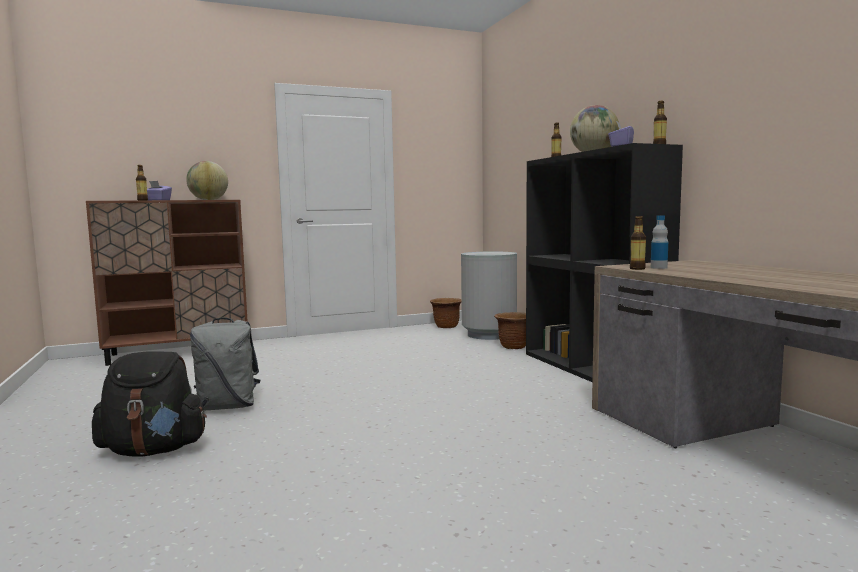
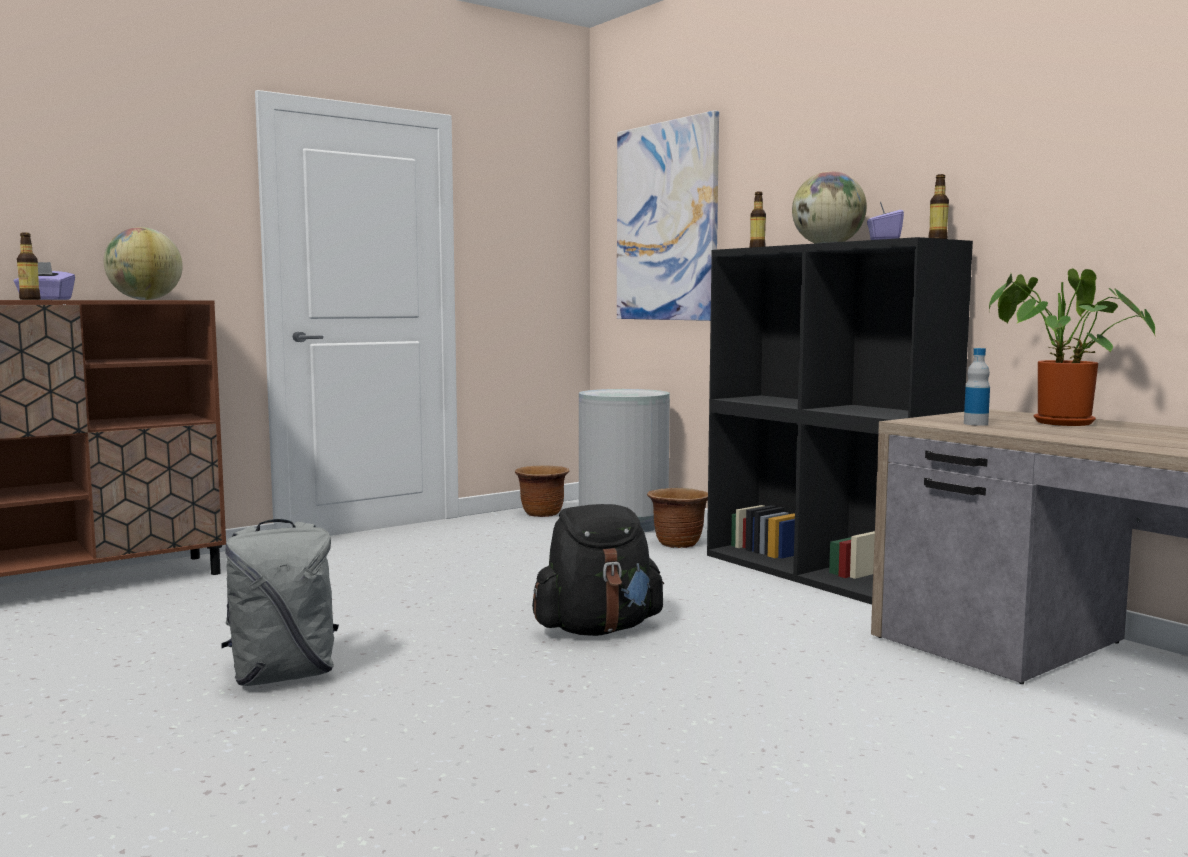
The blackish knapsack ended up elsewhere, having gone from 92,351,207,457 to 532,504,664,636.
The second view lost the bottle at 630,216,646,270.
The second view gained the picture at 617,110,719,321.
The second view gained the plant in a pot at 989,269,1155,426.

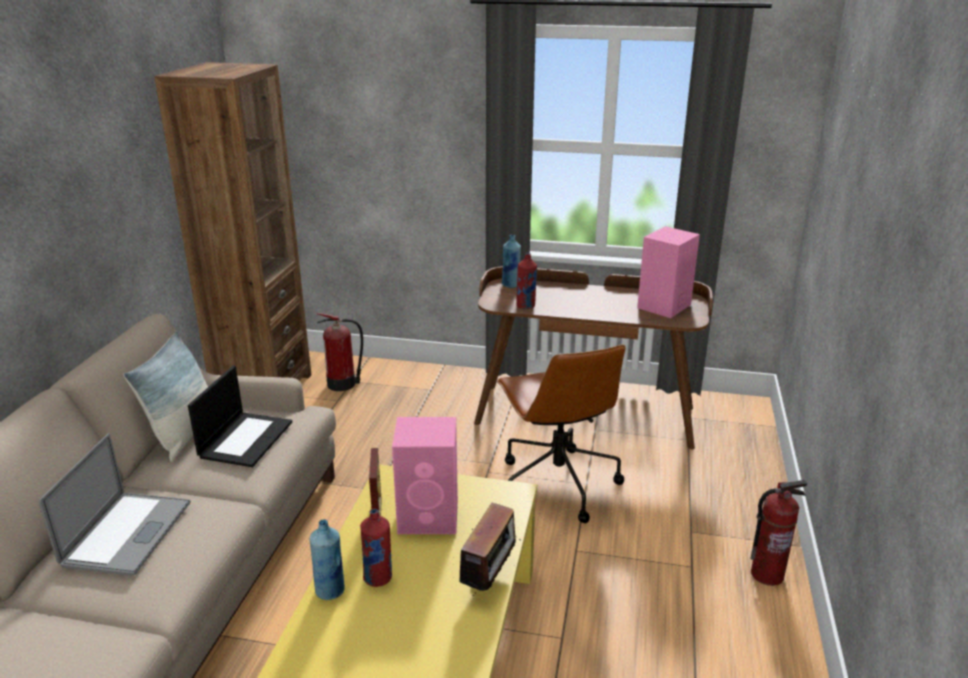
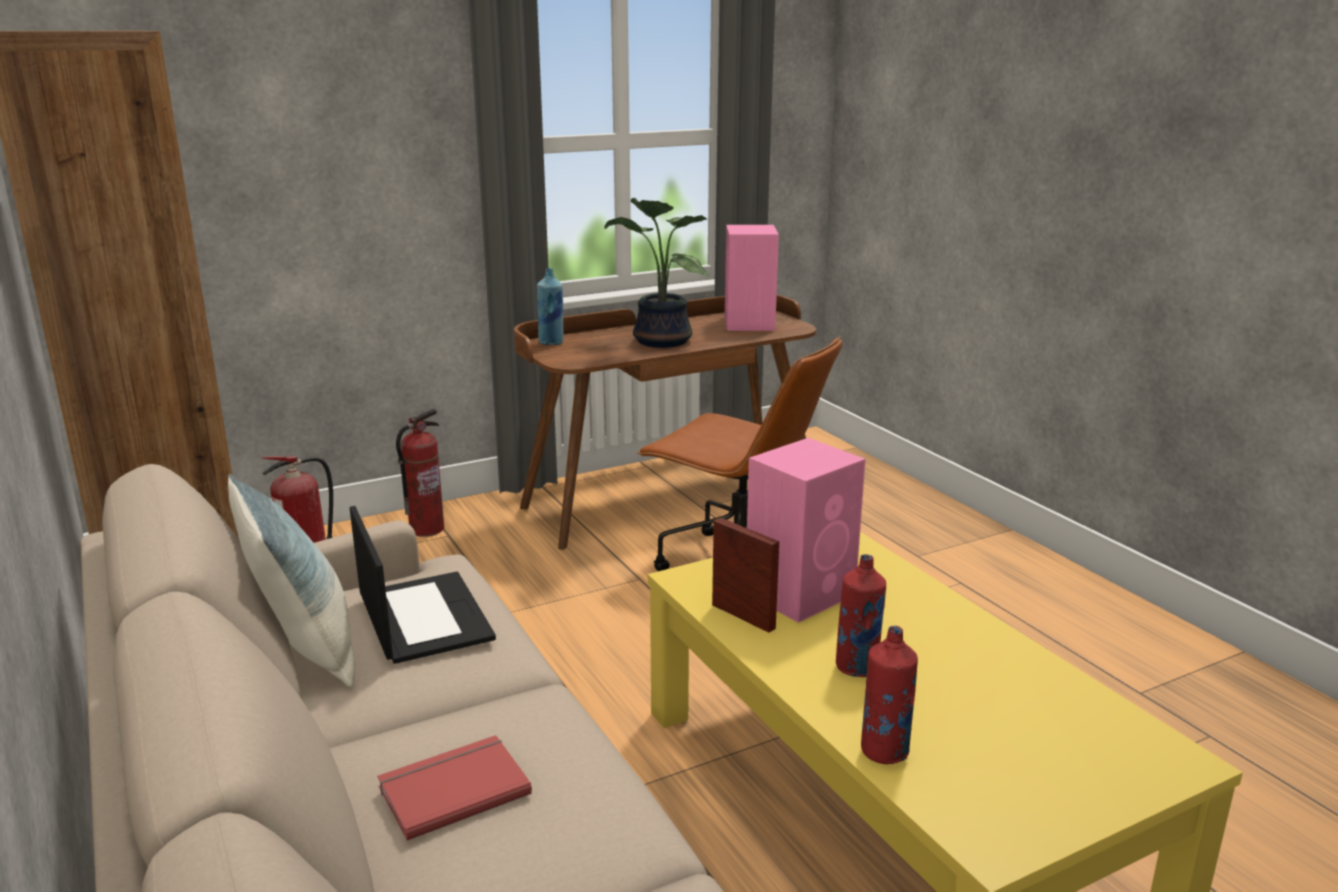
Where the laptop stood at 39,434,191,576, the reddish book came to stand at 377,735,532,841.
The second view lost the bluish bottle at 310,519,345,600.
The second view lost the radio at 459,503,520,599.
The reddish bottle ended up elsewhere, having gone from 516,253,537,309 to 861,626,918,764.
The extinguisher ended up elsewhere, having gone from 751,480,807,586 to 396,409,444,537.
The second view gained the plant in a pot at 605,197,709,348.

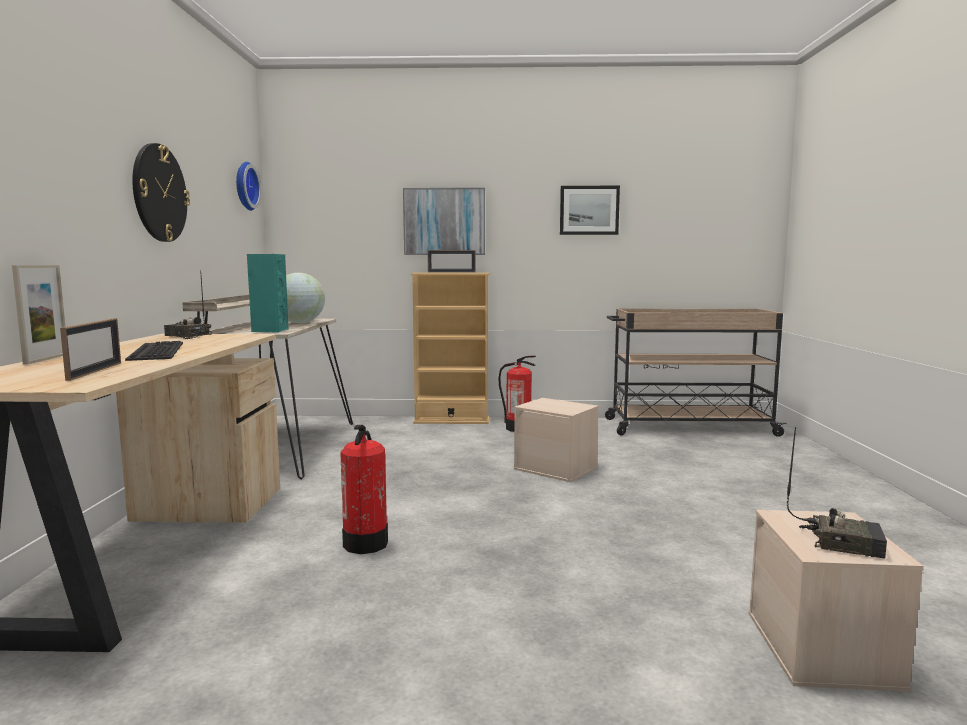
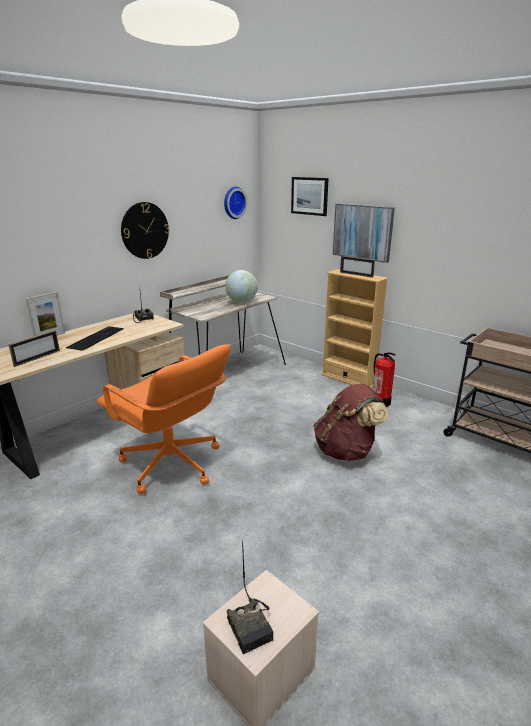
The second view lost the turquoise speaker at 247,254,288,333.
Where the extinguisher stood at 340,425,388,554, the orange-coloured computer chair came to stand at 97,344,230,494.
Where the sand-coloured storage box stood at 513,398,599,482, the brown knapsack came to stand at 314,383,389,461.
The picture ended up elsewhere, having gone from 560,186,620,235 to 291,177,329,216.

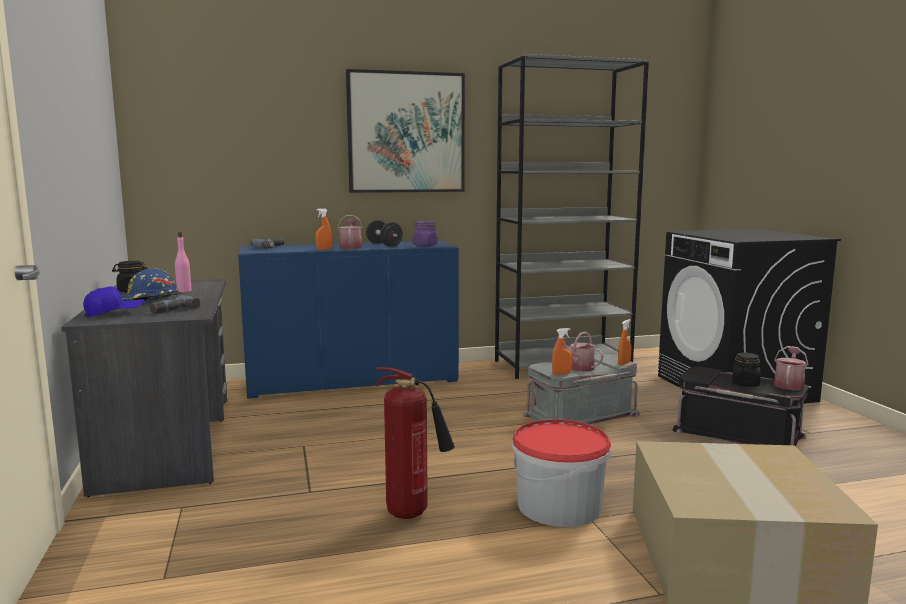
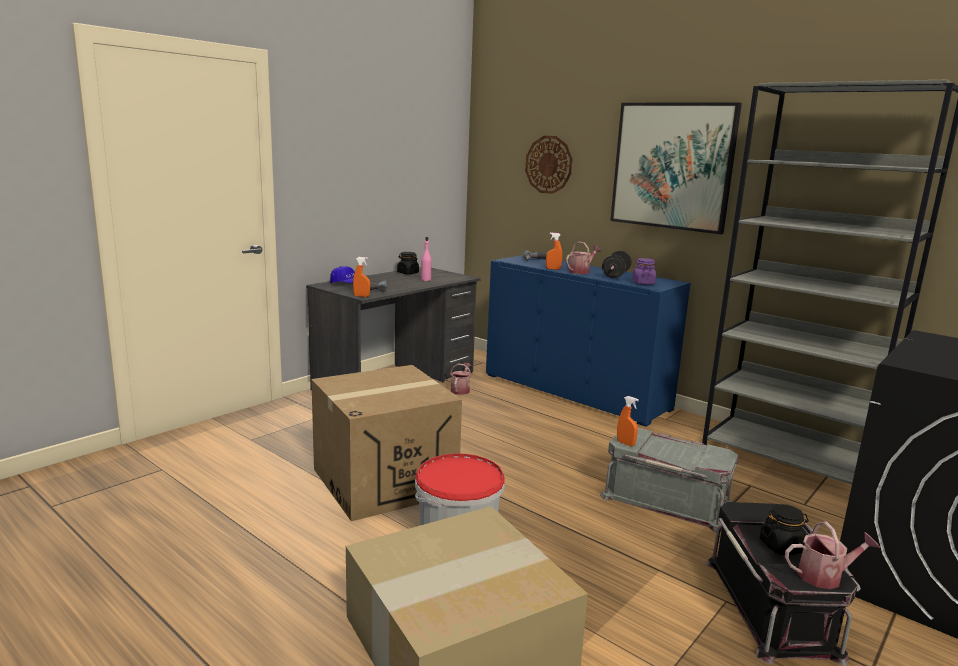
The second view lost the bluish work helmet at 122,268,178,305.
Where the extinguisher stood at 375,367,455,519, the packing box came to stand at 311,365,462,521.
The watering pot ended up elsewhere, having gone from 555,332,603,372 to 450,363,472,395.
The orange-coloured sprayer ended up elsewhere, having gone from 618,319,631,365 to 353,257,370,297.
The second view gained the hanging clock at 525,136,573,194.

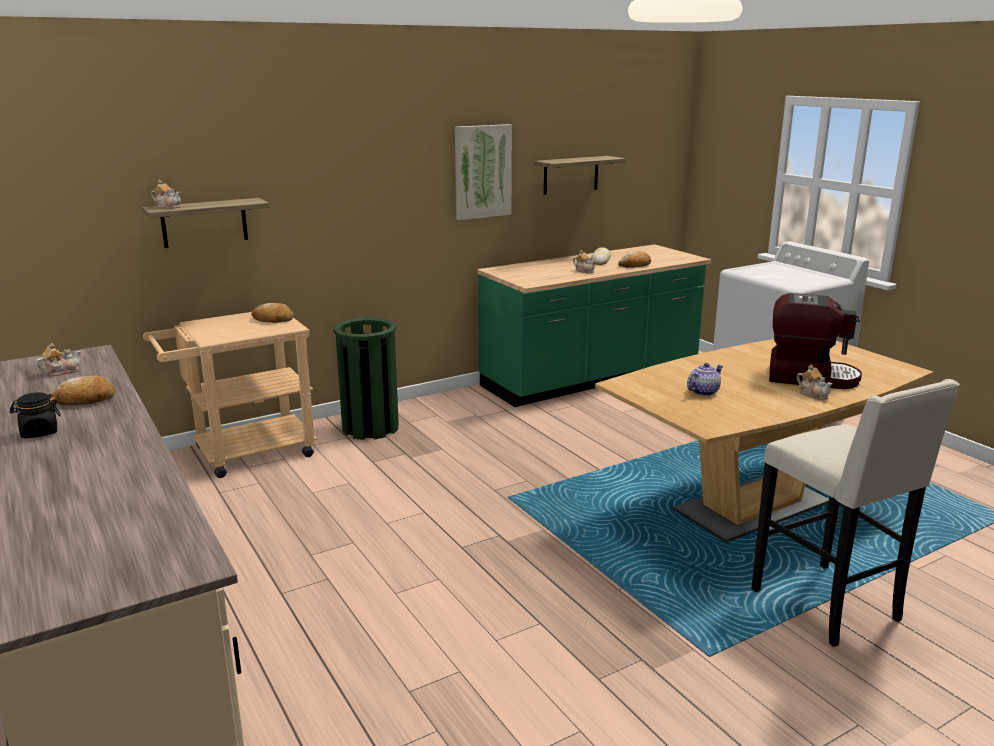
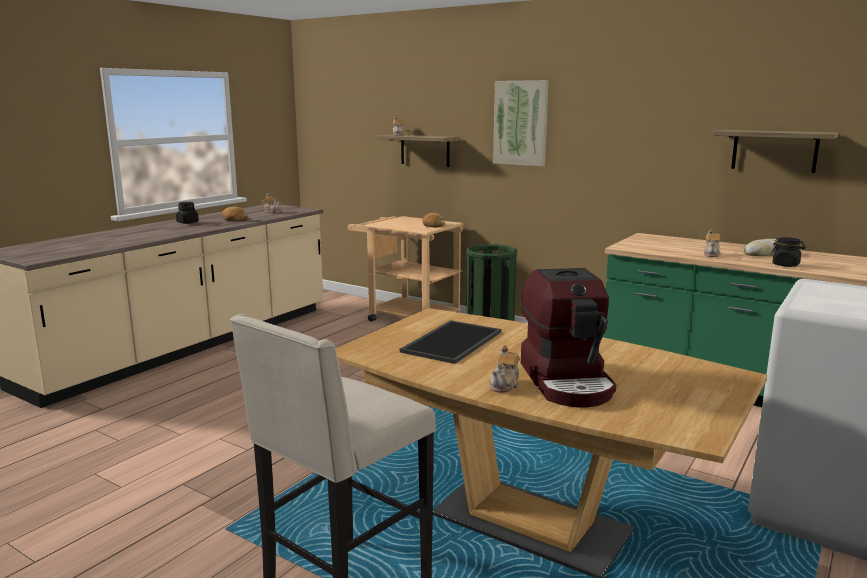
The picture ended up elsewhere, having gone from 455,124,512,220 to 493,80,549,166.
Where the bread stood at 618,251,651,268, the blackish preserve jar came to stand at 771,237,806,267.
Where the pot for tea stood at 687,363,723,396, the tray came to stand at 400,320,501,364.

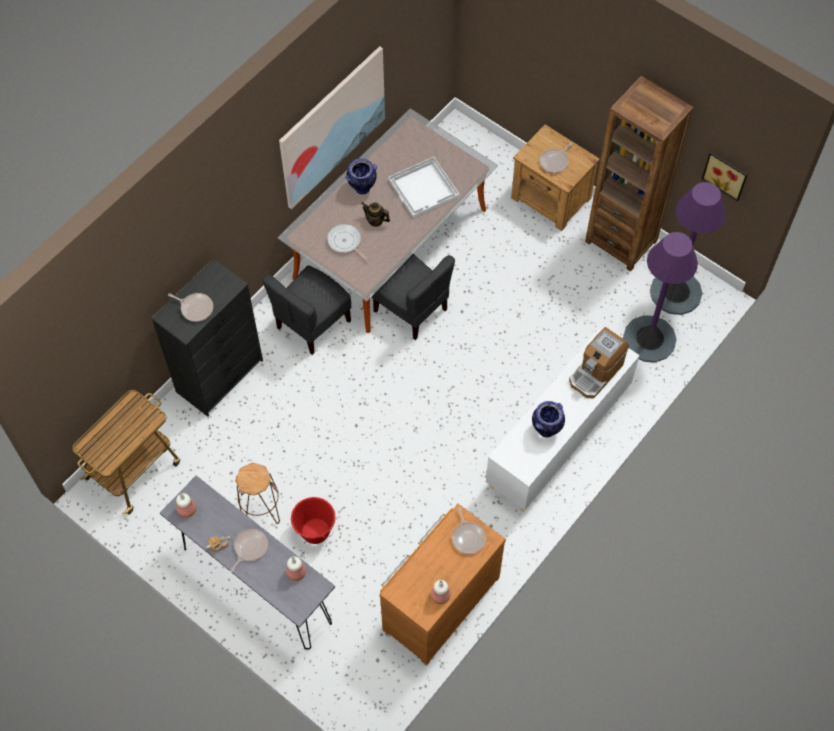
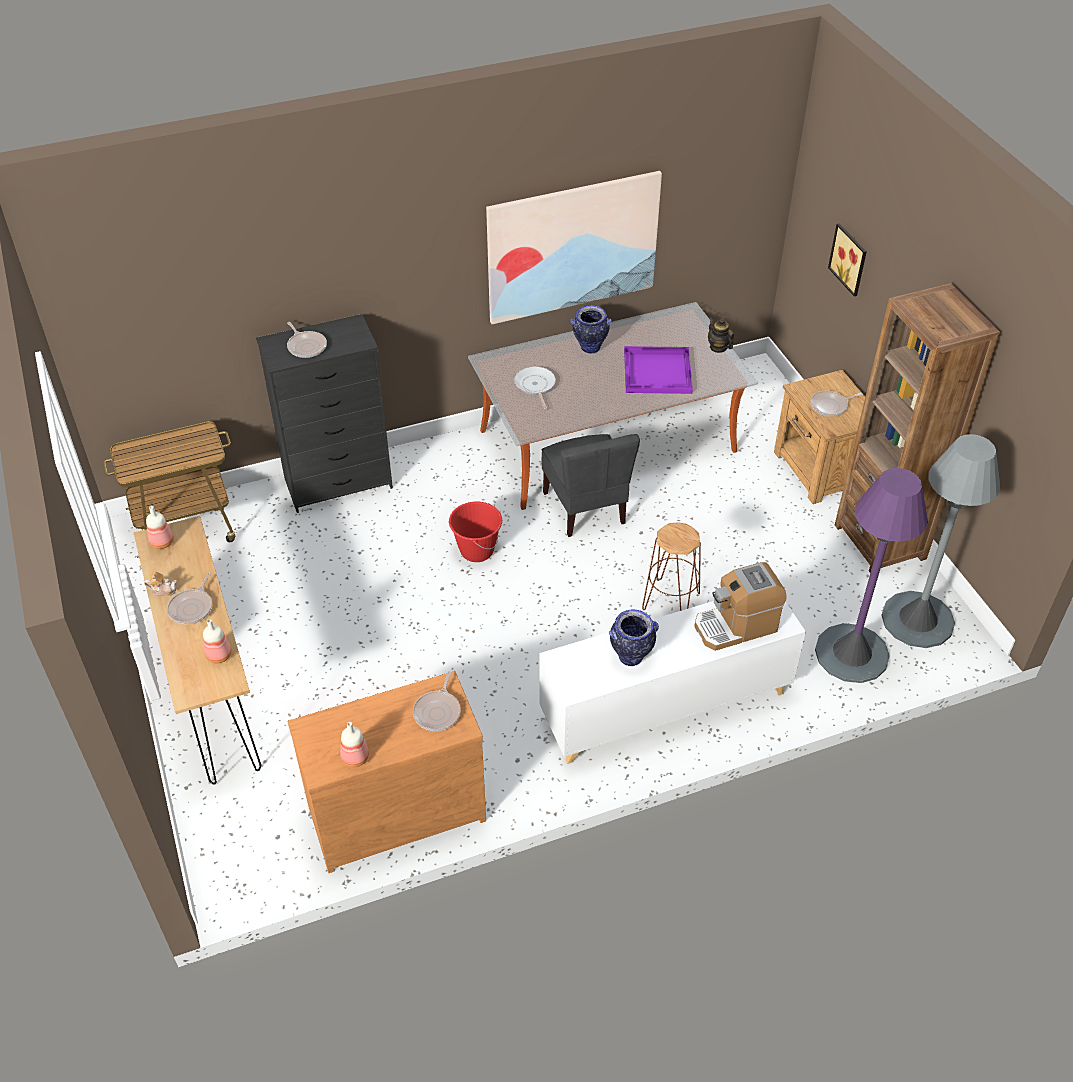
What was the greyish console table at 160,475,335,650 turned into the brown console table at 134,516,261,785.
The skillet at 230,529,268,572 ended up facing another way, 135 degrees clockwise from before.
The brown stool ended up elsewhere, having gone from 235,463,280,524 to 642,522,701,611.
The second view lost the greyish chair at 262,265,351,355.
The reddish water bucket ended up elsewhere, having gone from 291,497,336,544 to 449,502,502,562.
The pot for tea ended up elsewhere, having gone from 361,202,390,227 to 708,317,734,353.
What was the white tray at 388,157,459,218 turned into the purplish tray at 624,346,693,394.
What was the purplish standing lamp at 650,182,726,315 turned into the greyish standing lamp at 881,434,1000,648.
The picture ended up elsewhere, having gone from 702,152,748,201 to 828,223,867,296.

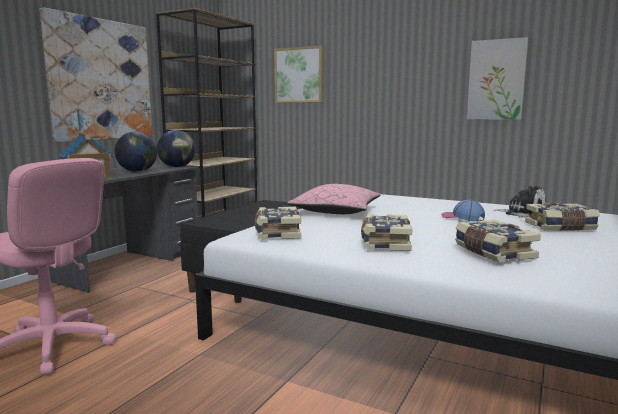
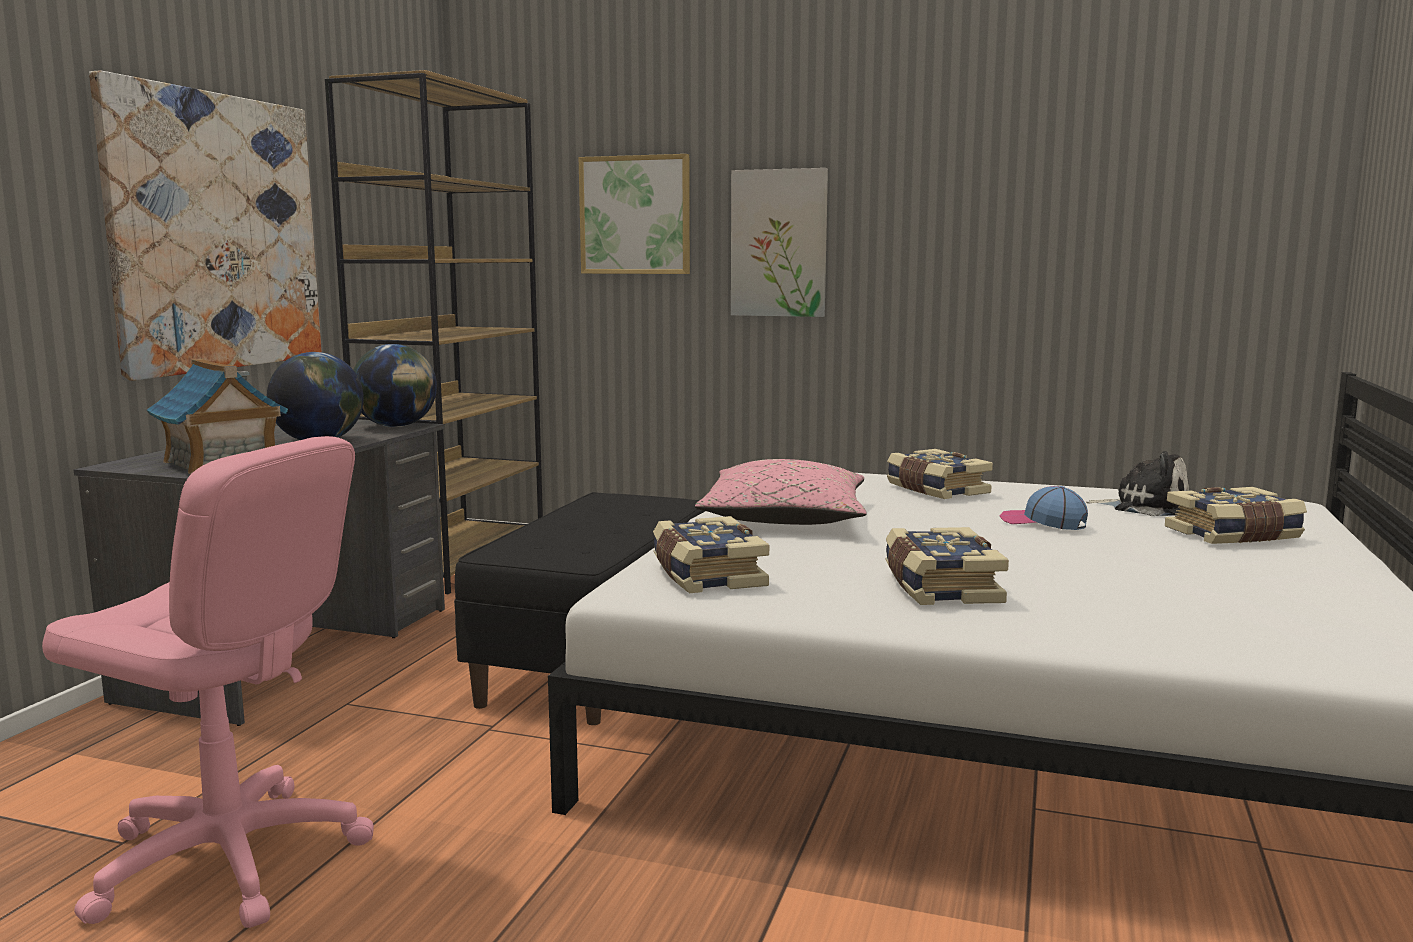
The book ended up elsewhere, having gone from 455,220,541,263 to 887,449,993,499.
The picture ended up elsewhere, having gone from 467,37,528,120 to 731,168,828,317.

